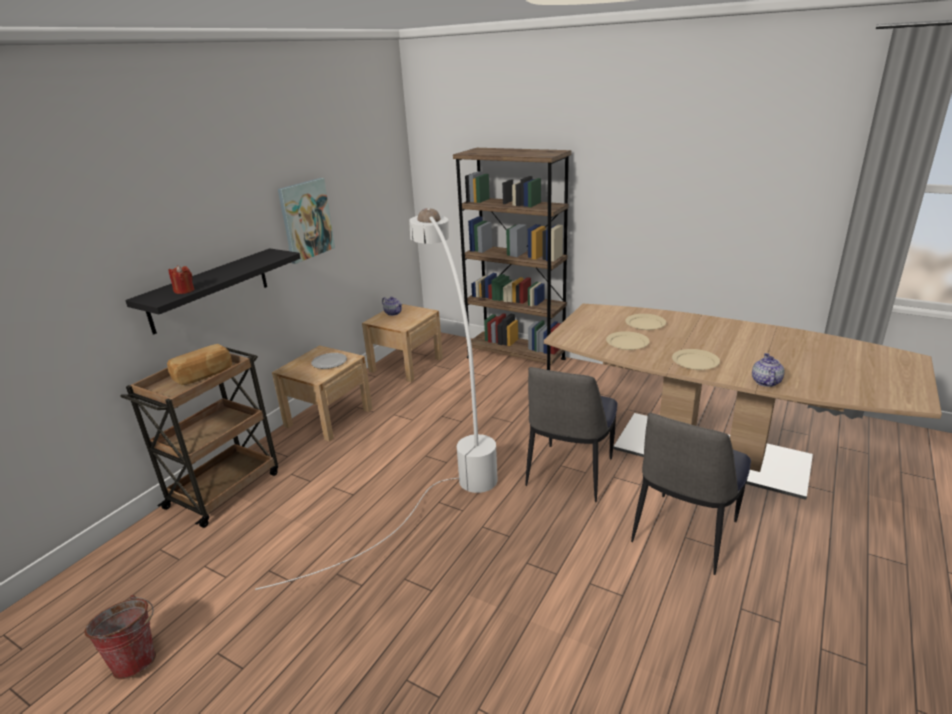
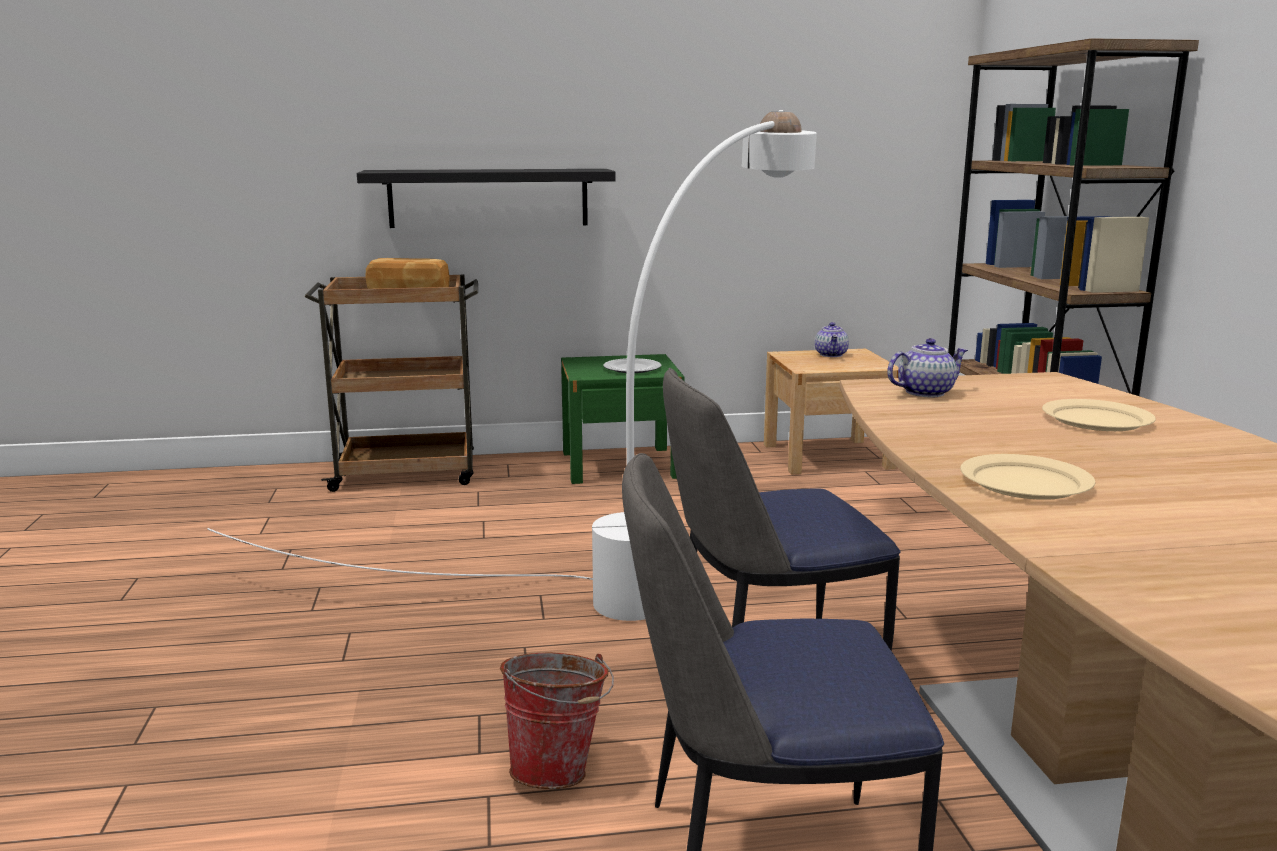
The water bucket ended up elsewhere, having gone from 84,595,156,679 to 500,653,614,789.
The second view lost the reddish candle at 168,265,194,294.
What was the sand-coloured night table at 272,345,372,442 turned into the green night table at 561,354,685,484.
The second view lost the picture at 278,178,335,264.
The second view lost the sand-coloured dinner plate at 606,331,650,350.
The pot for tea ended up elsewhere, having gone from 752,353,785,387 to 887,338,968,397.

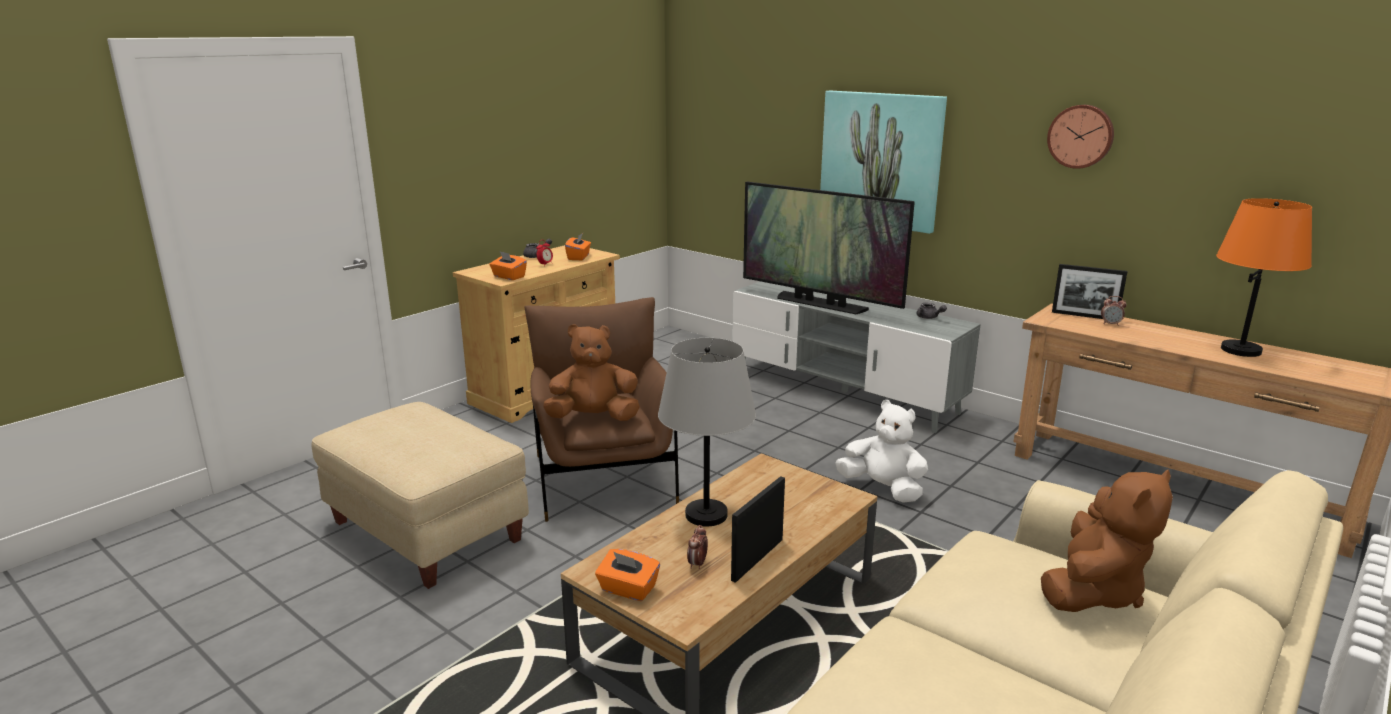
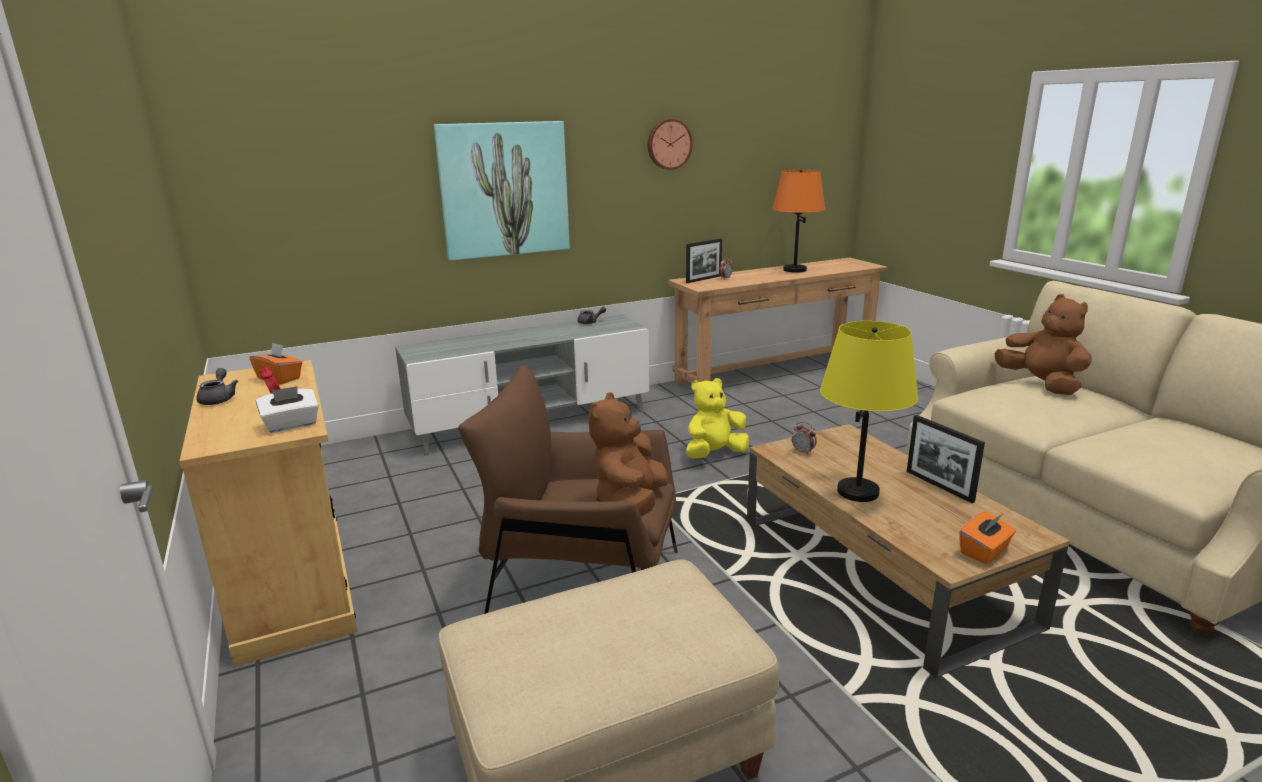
What was the orange-coloured tissue box at 489,251,527,280 turned into the white tissue box at 256,386,319,433.
What was the greyish table lamp at 658,338,756,527 turned into the yellow-coloured table lamp at 820,321,918,502.
The bedside clock ended up elsewhere, having gone from 687,525,708,569 to 792,421,817,455.
The second view lost the TV set at 743,182,915,314.
What was the white plush toy at 835,400,928,503 turned into the yellow-coloured plush toy at 686,378,749,458.

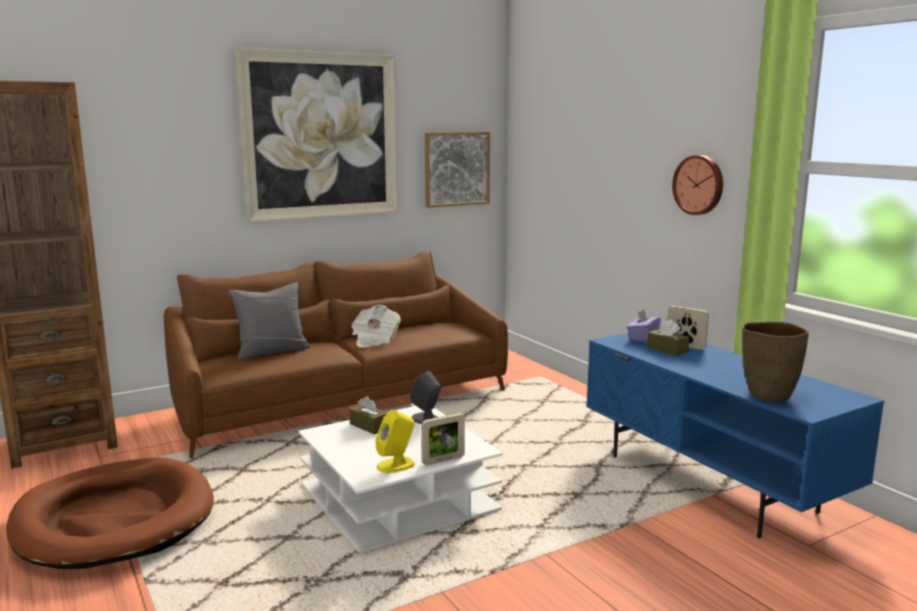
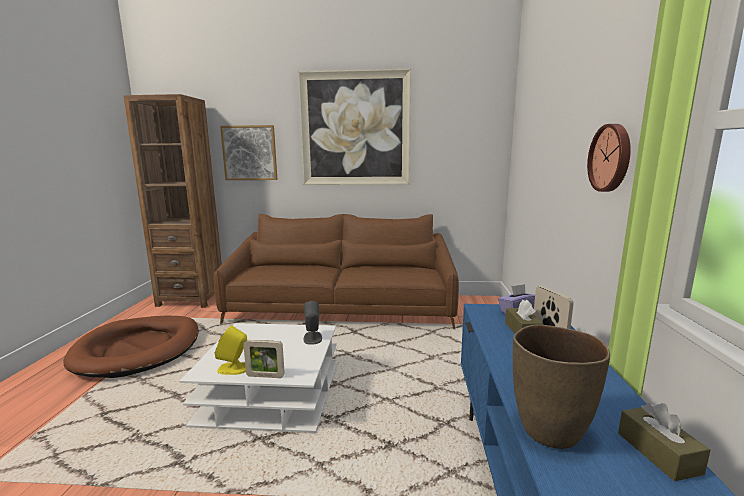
The second view lost the greyish pillow at 229,282,310,360.
The brown tissue box ended up elsewhere, having gone from 349,396,388,434 to 618,403,711,481.
The second view lost the daily paper at 351,305,401,347.
The picture ended up elsewhere, having gone from 425,132,490,208 to 220,125,277,180.

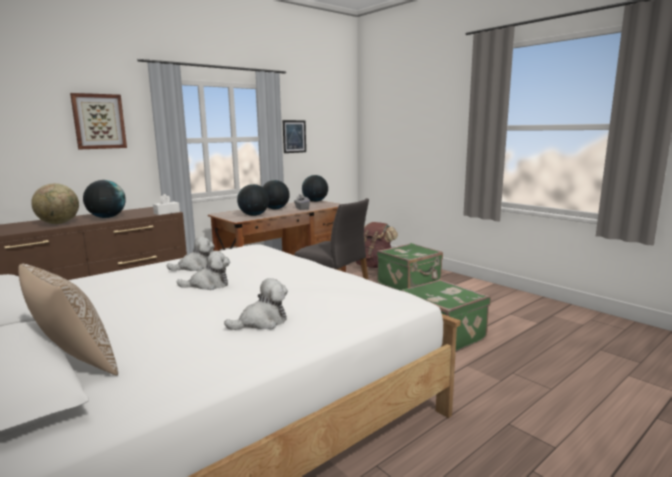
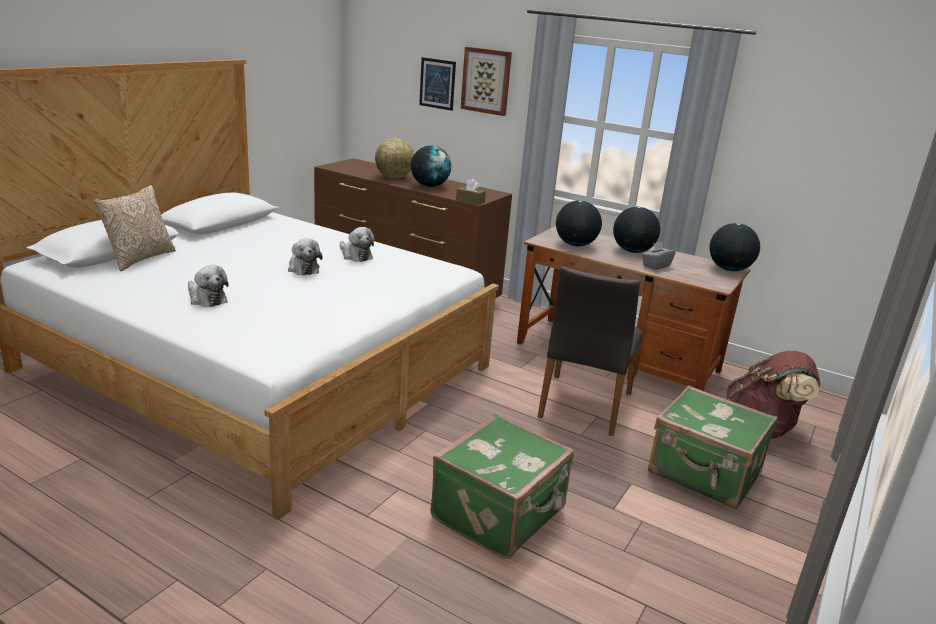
What was the white tissue box at 153,194,180,215 turned into the brown tissue box at 456,179,486,205.
The picture ended up elsewhere, having gone from 283,120,306,153 to 419,57,456,111.

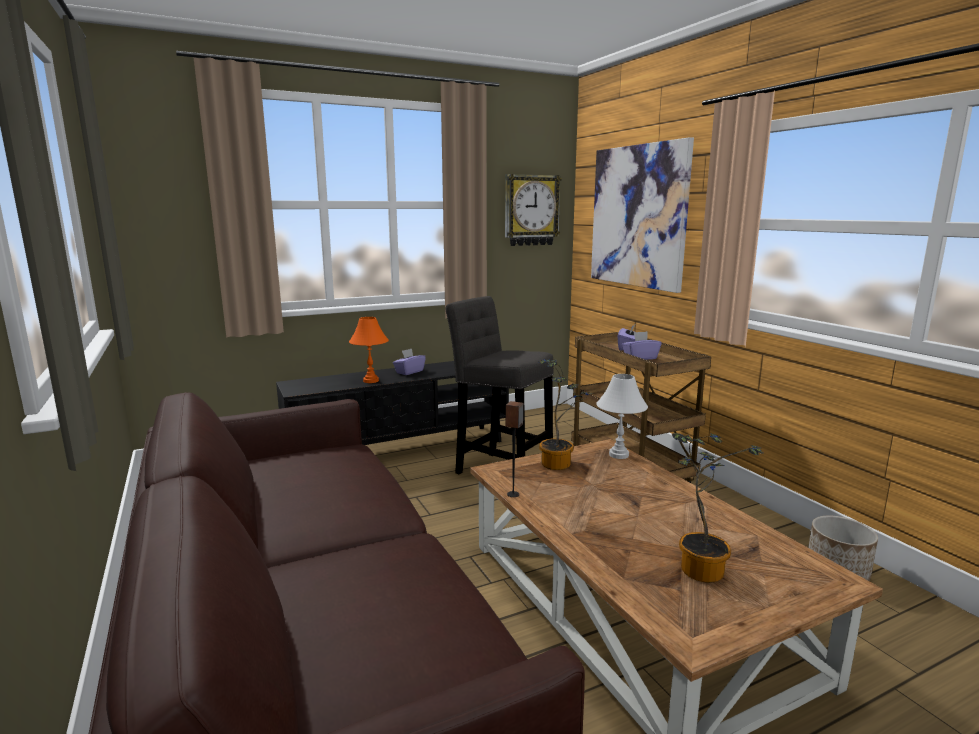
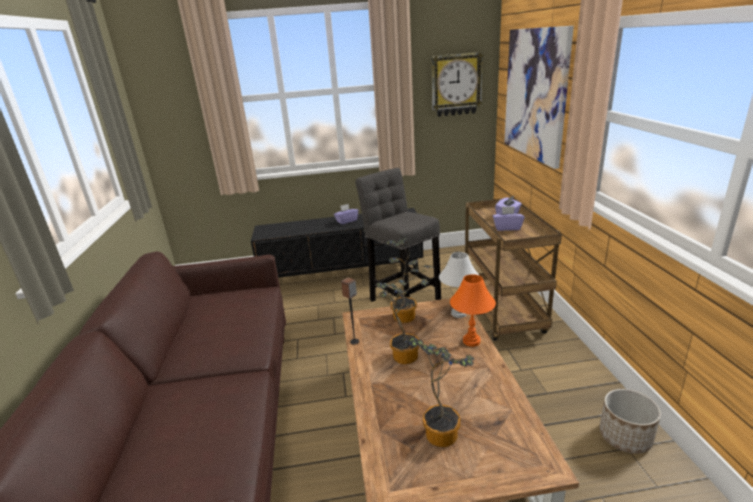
The orange-coloured table lamp ended up elsewhere, having gone from 349,317,389,383 to 450,274,496,347.
The second view gained the plant in a pot at 375,279,429,364.

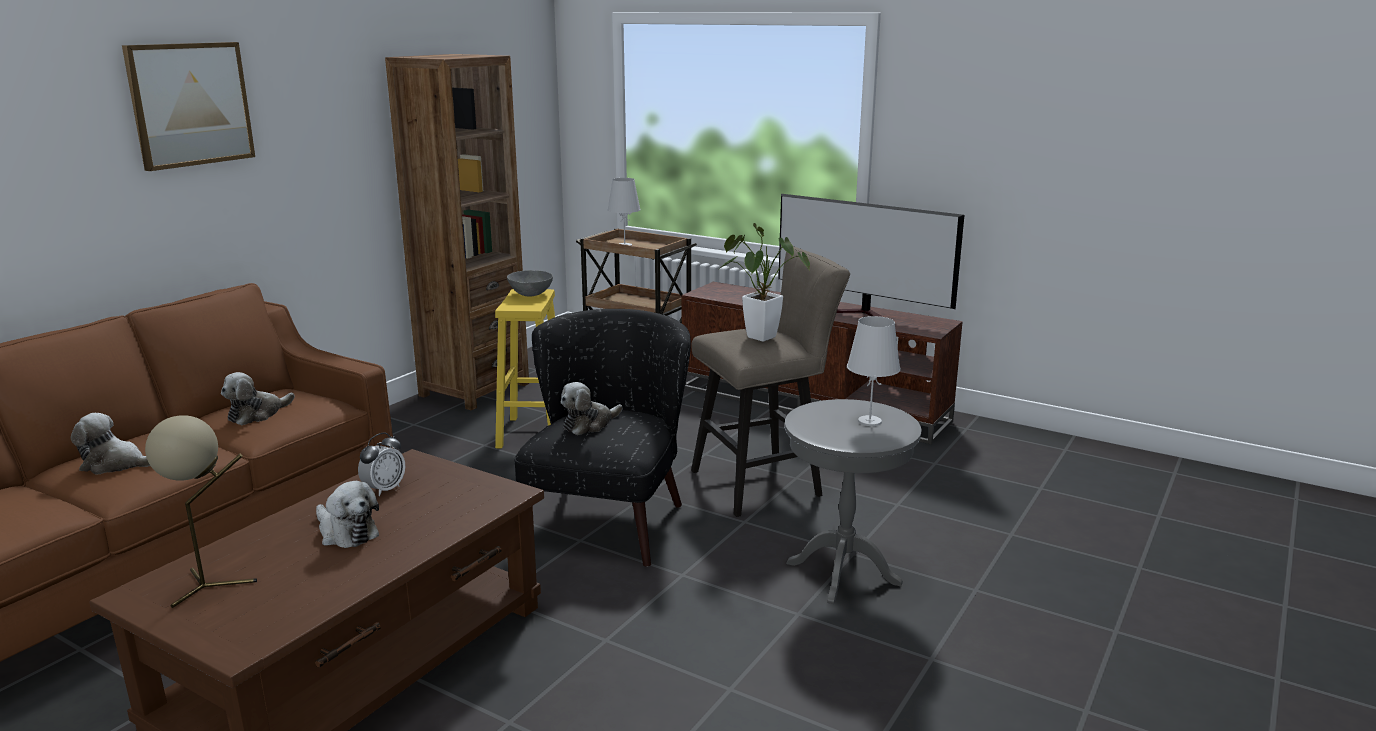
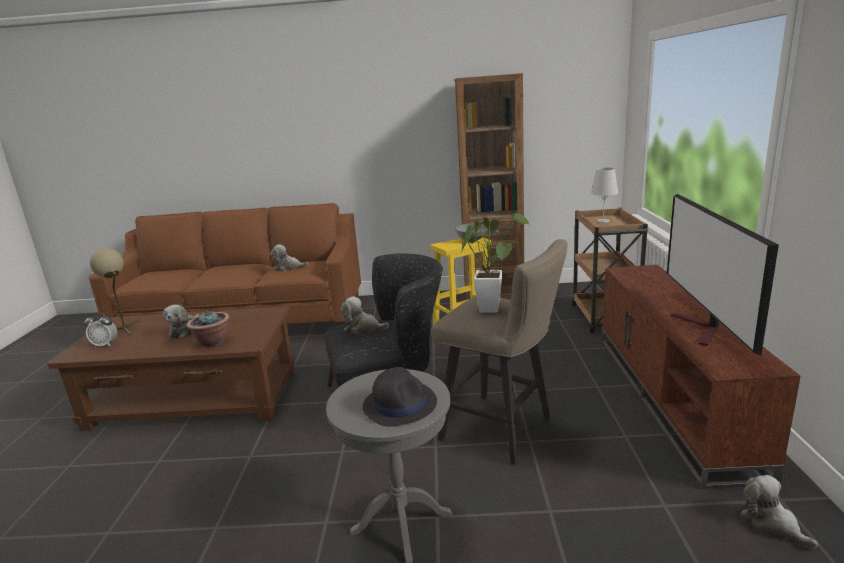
The plush toy ended up elsewhere, having gone from 71,413,150,475 to 741,475,818,549.
The second view lost the picture at 122,42,255,171.
The bedside clock ended up elsewhere, having gone from 358,433,405,496 to 84,312,117,347.
Where the white table lamp stood at 847,316,901,426, the blackish wearable hat came to stand at 363,367,437,427.
The second view gained the plant in a pot at 187,310,229,347.

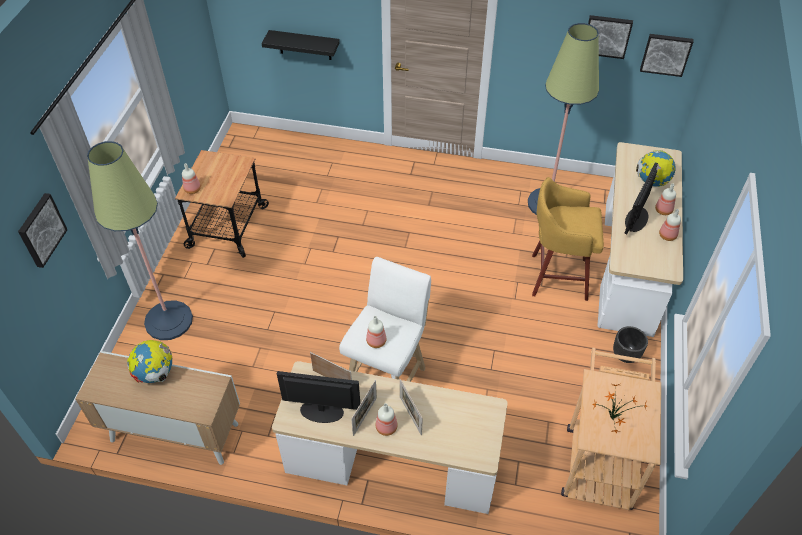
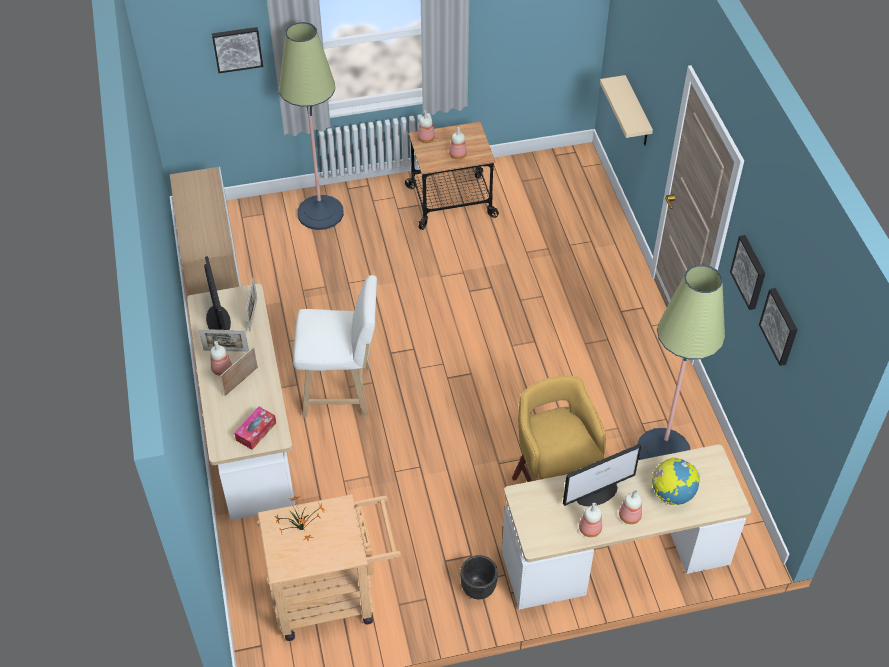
The second view lost the globe at 127,340,172,383.
What was the blackish wall shelf at 262,30,340,60 turned into the sand-coloured wall shelf at 600,75,653,145.
The bottle ended up elsewhere, having gone from 366,316,386,348 to 449,127,467,160.
The computer screen at 624,162,658,234 ended up facing another way, 150 degrees clockwise from before.
The picture ended up elsewhere, having gone from 640,34,693,77 to 730,235,765,310.
The second view gained the tissue box at 235,407,276,450.

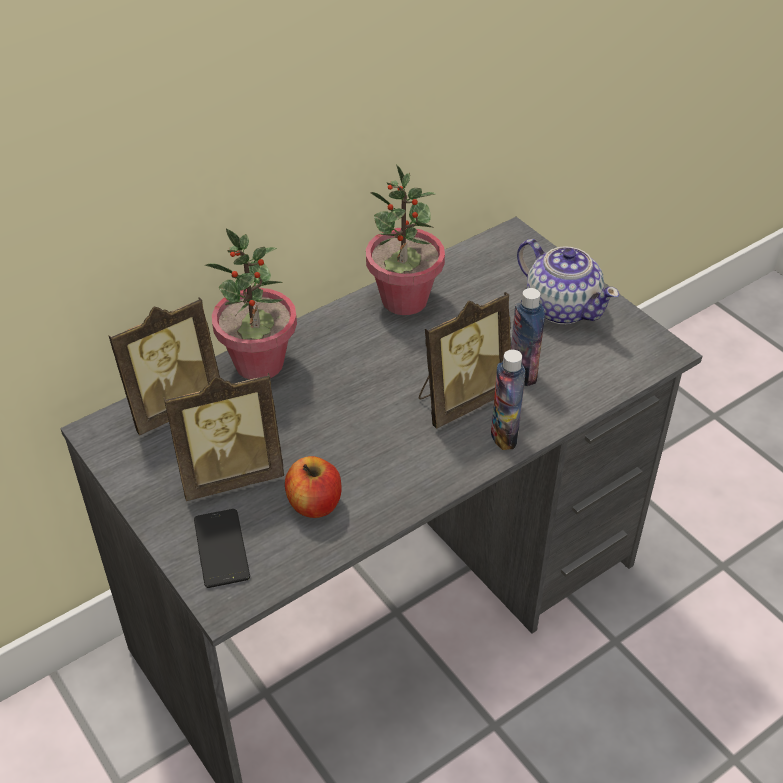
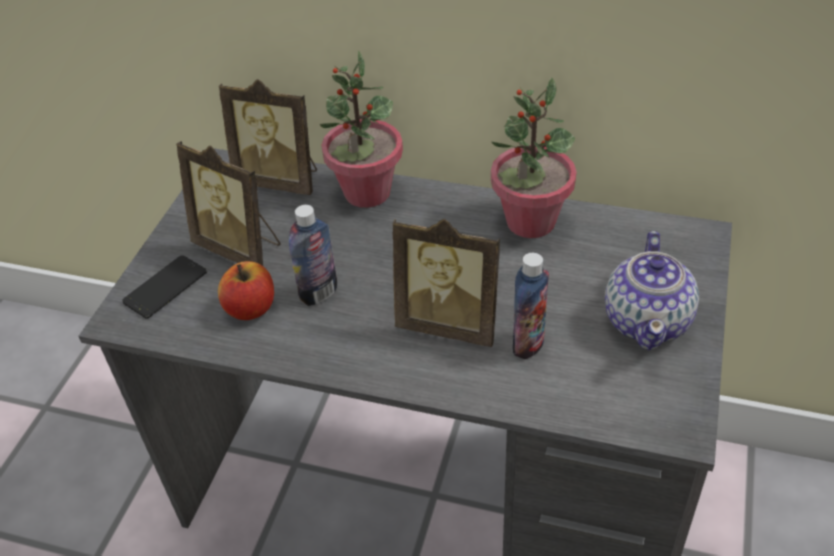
The bottle ended up elsewhere, having gone from 491,350,525,450 to 289,205,337,306.

